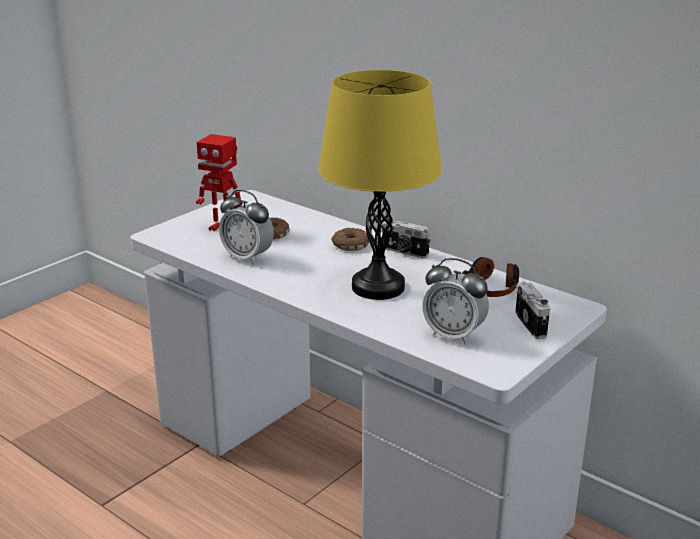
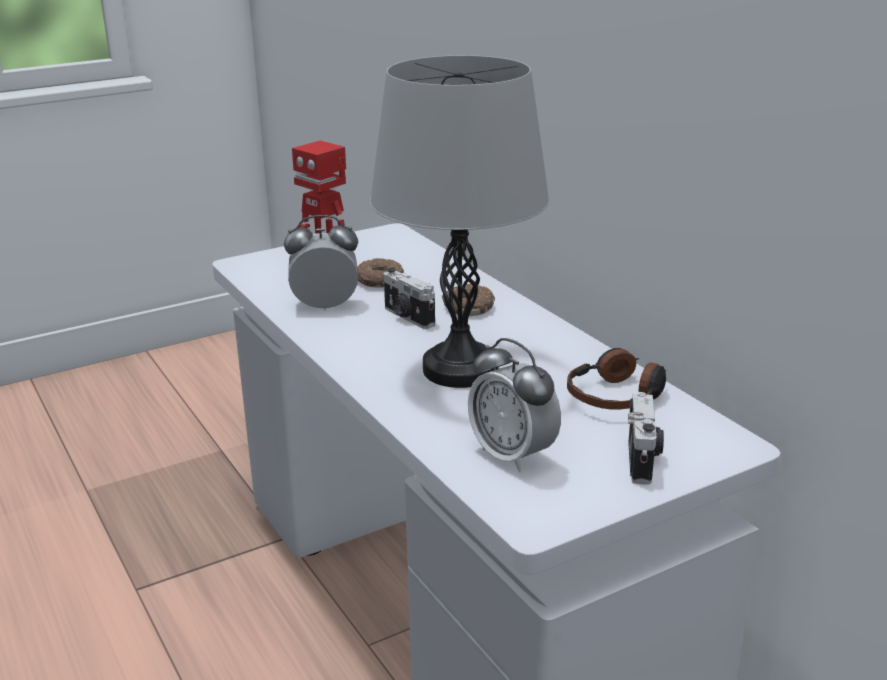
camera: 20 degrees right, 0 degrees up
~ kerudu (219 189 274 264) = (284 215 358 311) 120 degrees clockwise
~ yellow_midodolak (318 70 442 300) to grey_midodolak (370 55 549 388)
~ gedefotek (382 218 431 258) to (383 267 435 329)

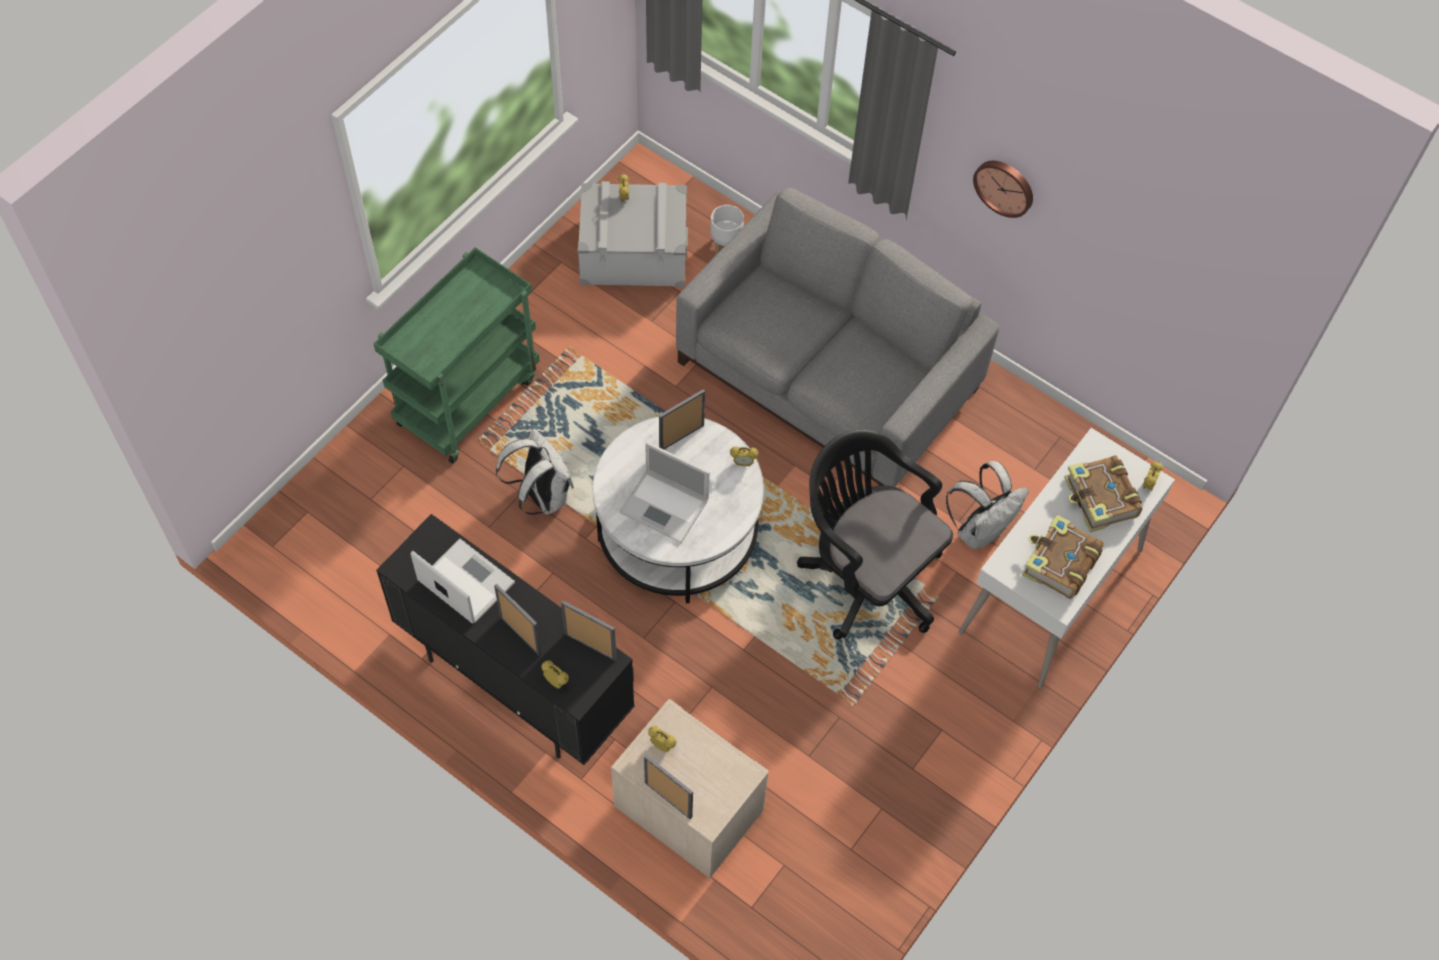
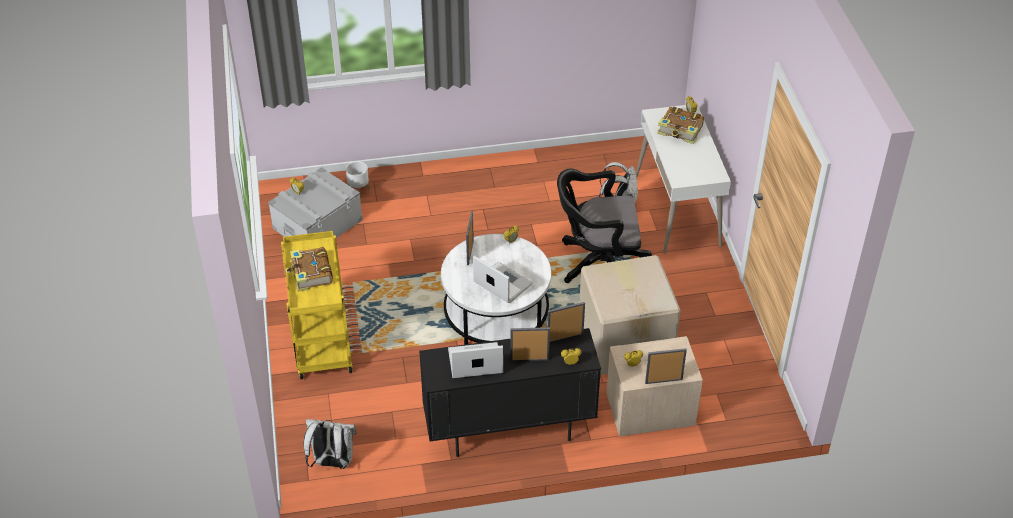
camera: 45 degrees left, 15 degrees down
~ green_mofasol (374 247 540 464) to yellow_mofasol (281 231 353 379)
~ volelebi (1022 515 1104 599) to (286 247 333 292)
~ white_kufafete (496 429 574 515) to (304 419 357 469)
~ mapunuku (619 442 710 543) = (473 256 532 303) 120 degrees counterclockwise
+ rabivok (579 255 681 375)
- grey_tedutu (676 188 999 487)
- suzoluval (973 161 1033 218)

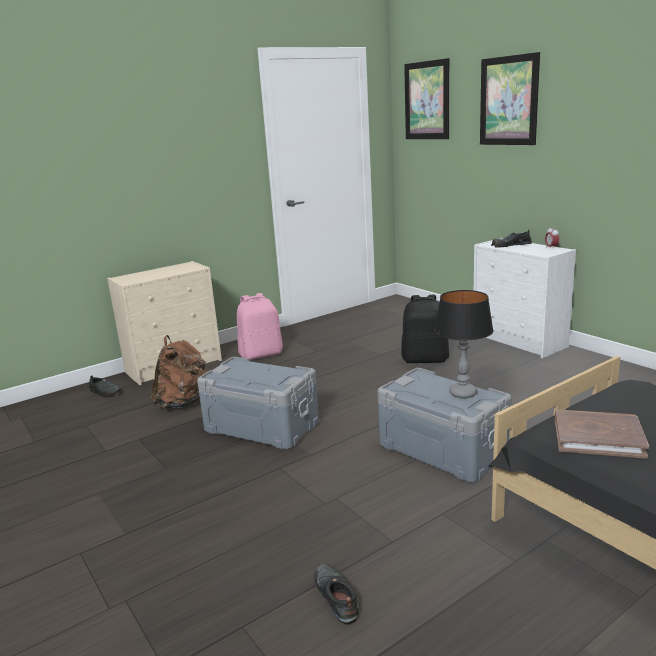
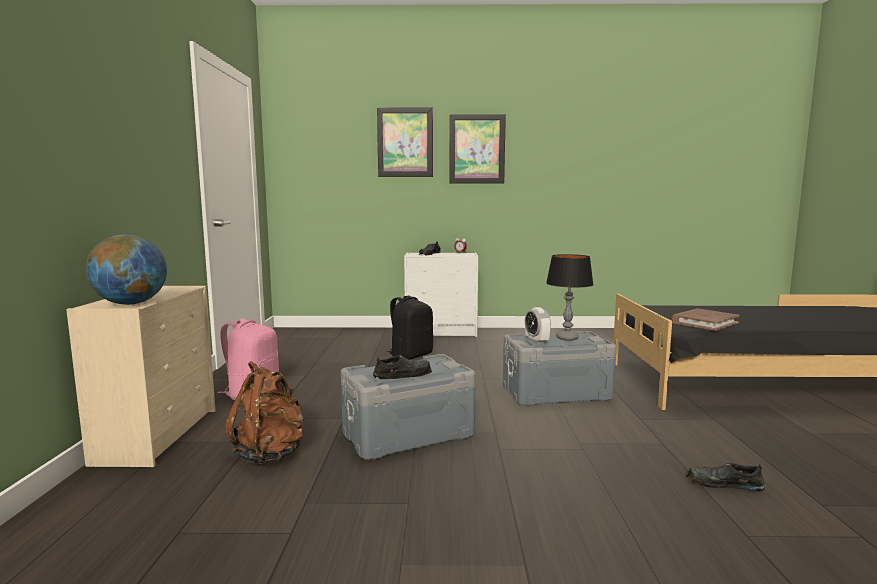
camera: 55 degrees left, 10 degrees down
+ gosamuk (86 234 167 305)
~ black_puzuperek (89 375 123 398) to (373 355 432 379)
~ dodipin (404 58 449 139) to (449 114 506 184)
+ kerudu (525 307 551 344)

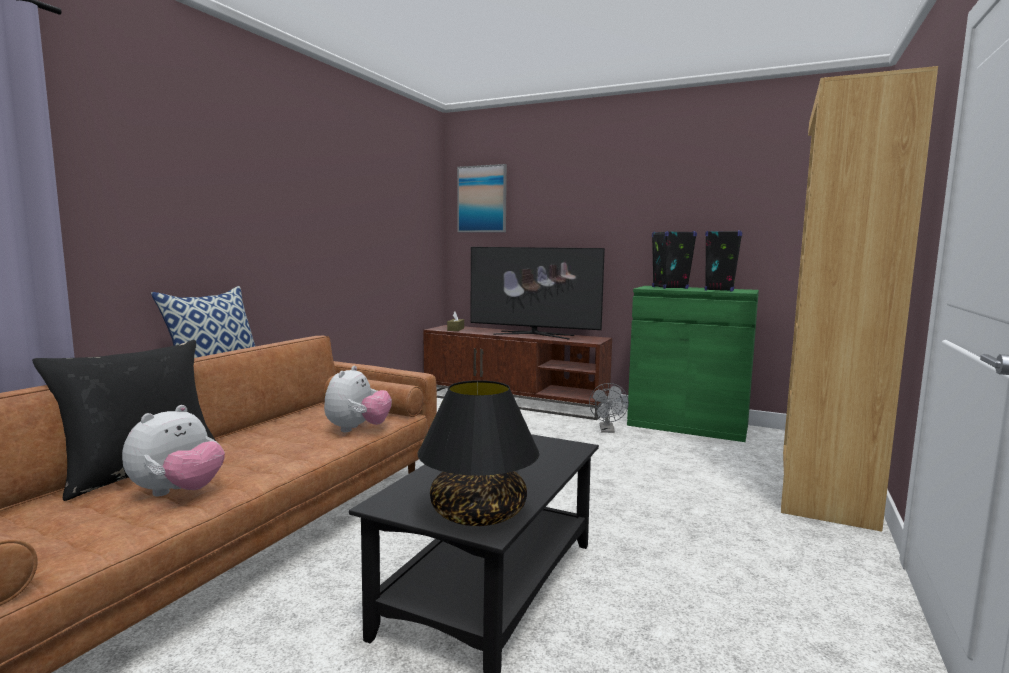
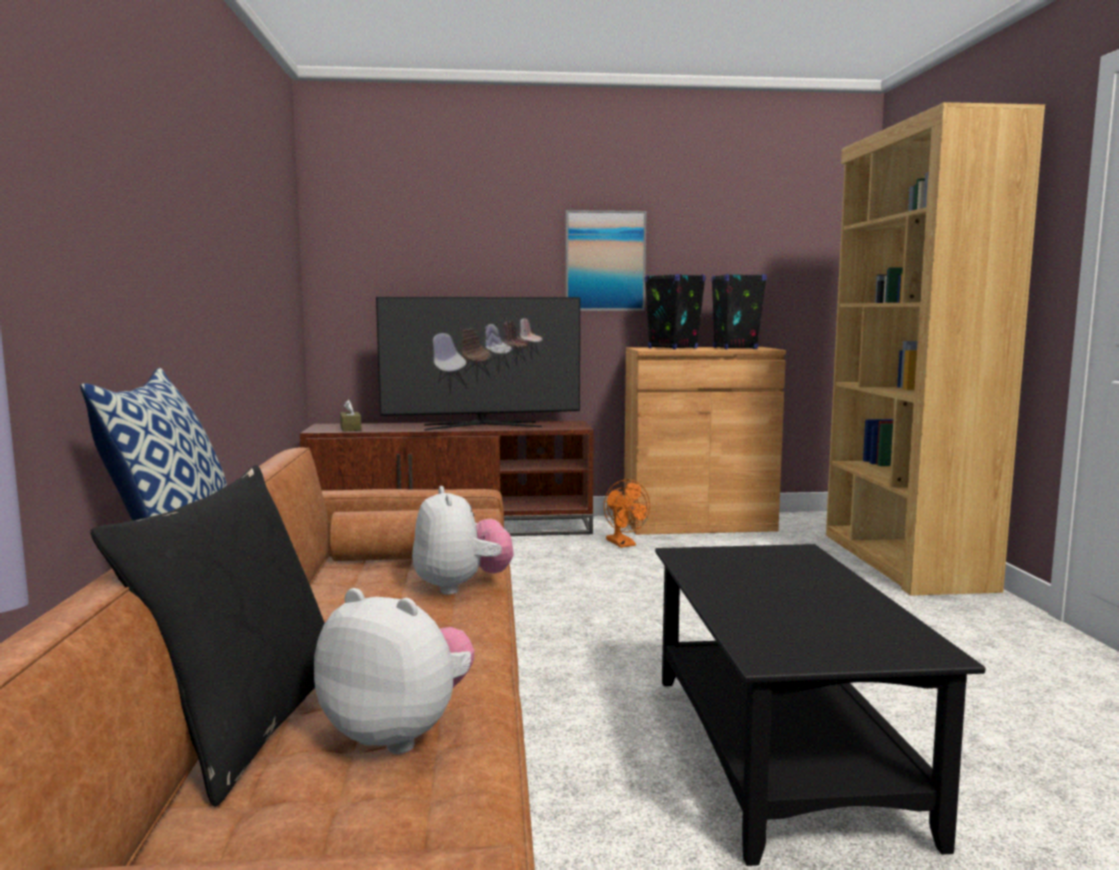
camera: 30 degrees left, 0 degrees up
~ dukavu (122 405 225 497) = (314 588 475 754) 60 degrees counterclockwise
~ dodipin (457 164 507 232) to (565 210 646 311)
~ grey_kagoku (589 383 629 433) to orange_kagoku (604 479 650 548)
~ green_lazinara (627 286 759 442) to brown_lazinara (624 347 786 535)
- black_midodolak (418 380 540 526)

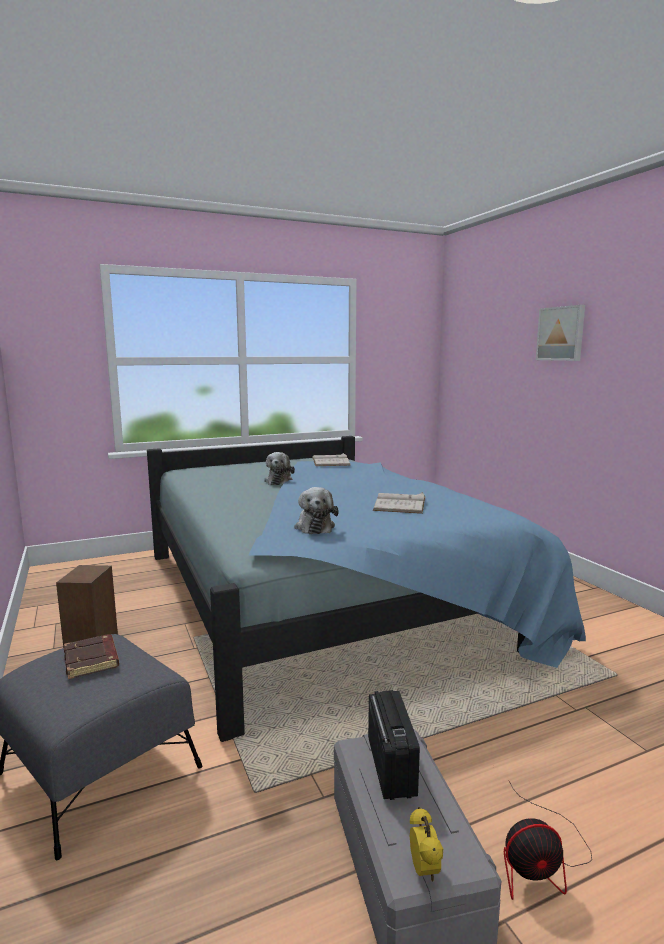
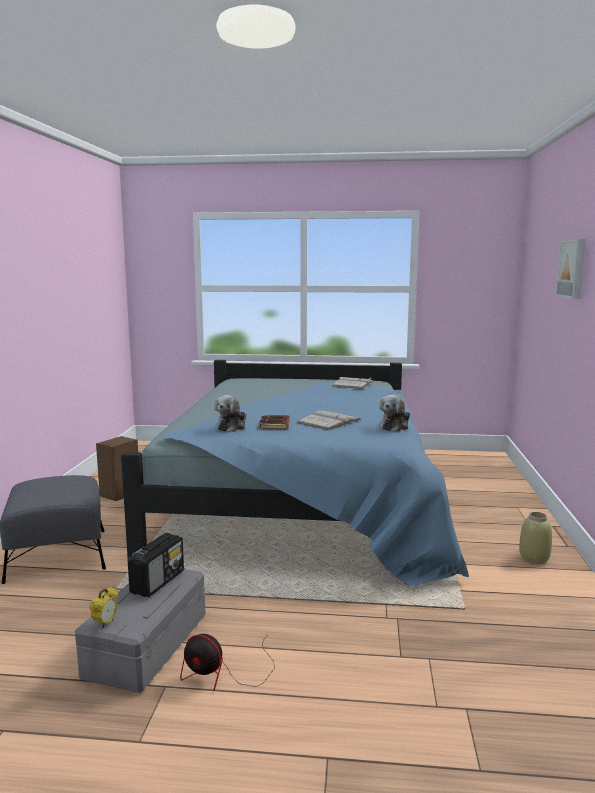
camera: 30 degrees right, 0 degrees up
~ brown_volelebi (64 634 119 679) to (260 415 290 429)
~ dukavu (264 452 295 485) to (379 395 410 432)
+ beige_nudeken (519 512 552 564)

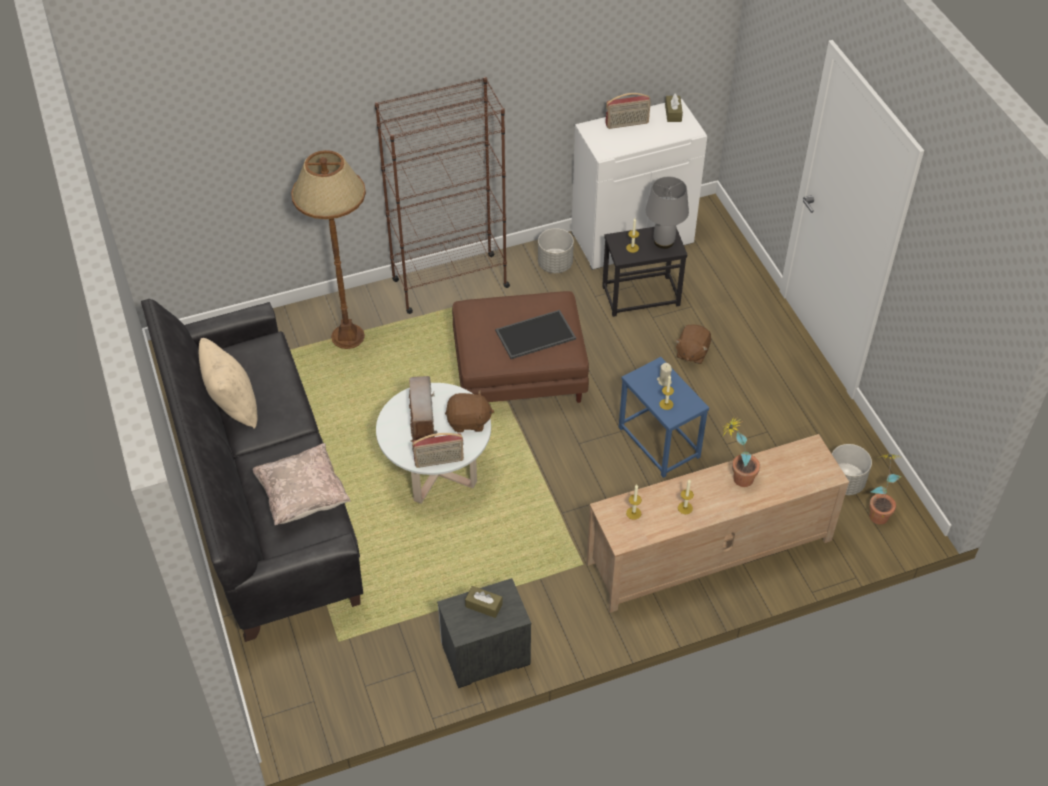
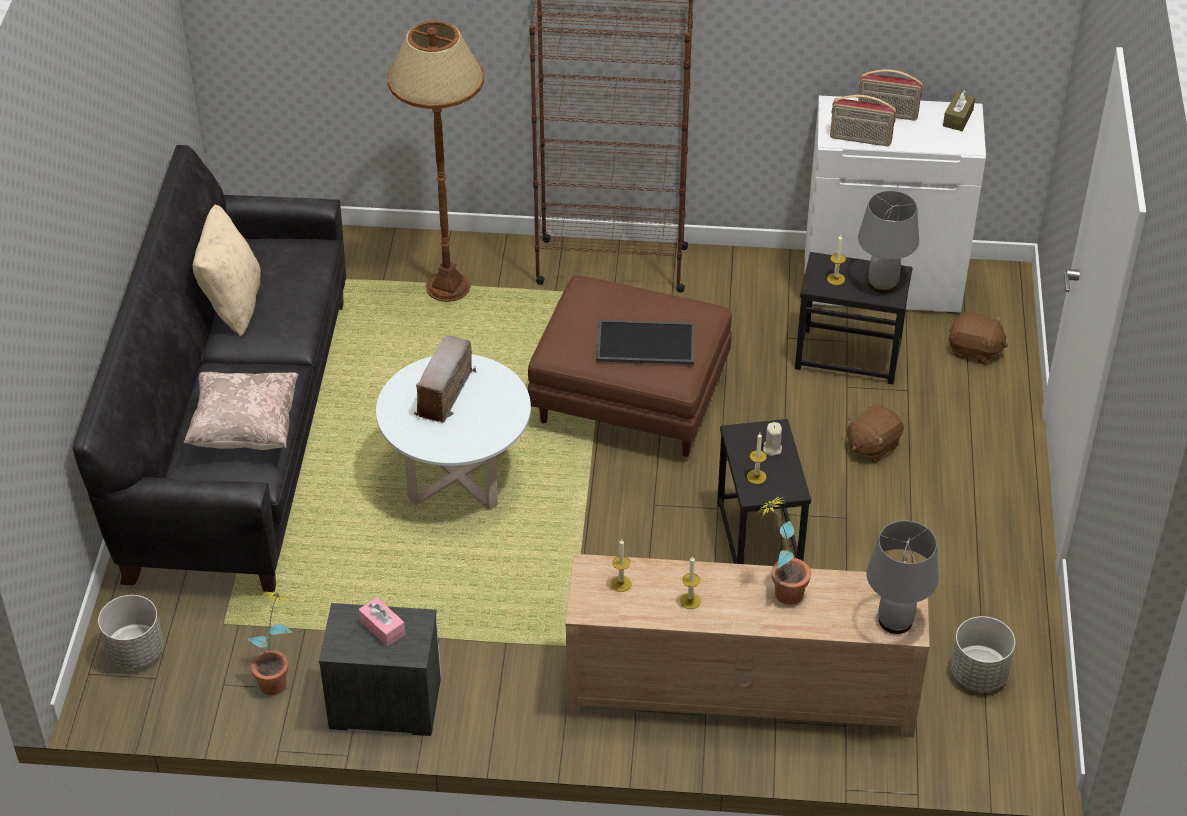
camera: 25 degrees right, 5 degrees down
~ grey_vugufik (538 228 574 273) to (98 595 164 669)
~ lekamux (869 454 902 525) to (248 591 293 695)
~ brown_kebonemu (465 586 503 618) to pink_kebonemu (359 597 405 647)
~ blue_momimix (619 357 709 478) to black_momimix (717 419 811 564)
~ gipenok (412 433 464 468) to (830 95 896 147)
+ grey_midodolak (866 520 939 634)
~ brown_dukavu (445 390 494 433) to (949 311 1008 365)

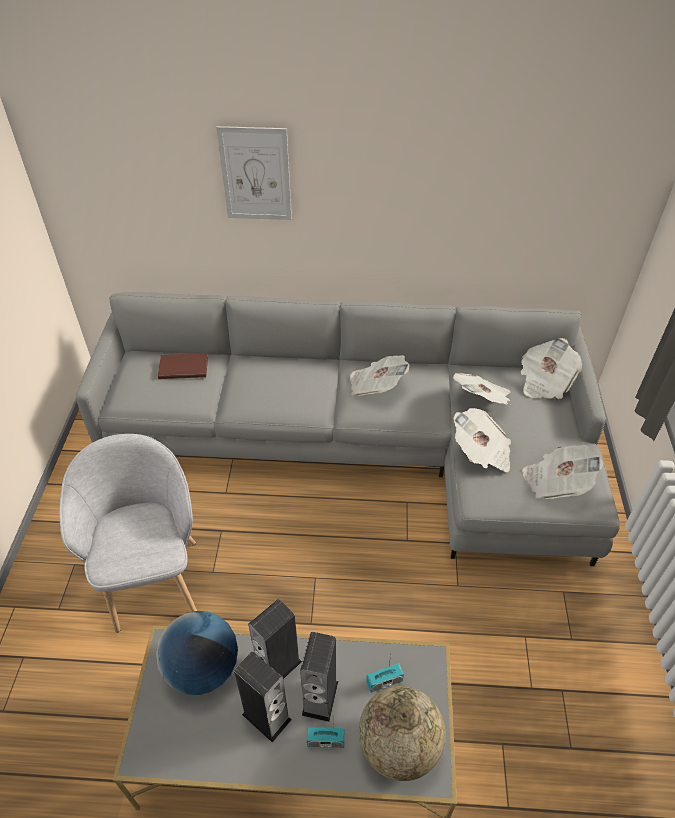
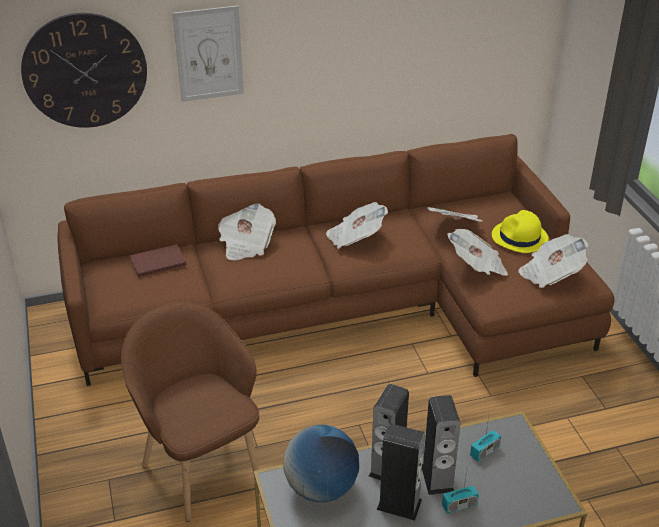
camera: 20 degrees left, 10 degrees down
+ suzoluval (21 13 147 128)
~ grey_tedutu (76 292 620 566) to brown_tedutu (57 134 615 386)
~ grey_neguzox (59 434 197 633) to brown_neguzox (121 302 259 522)
~ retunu (520 338 582 399) to (218 203 276 260)
+ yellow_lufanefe (492 210 549 253)
- gosamuk (359 686 446 781)

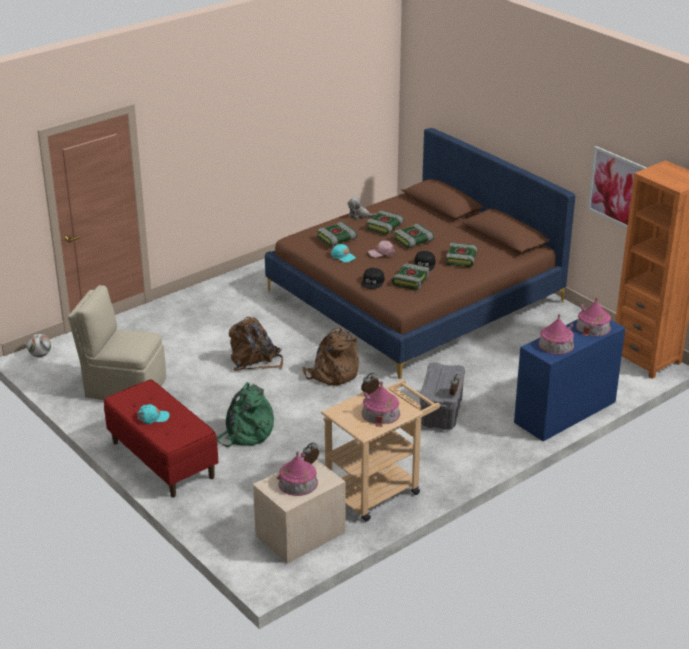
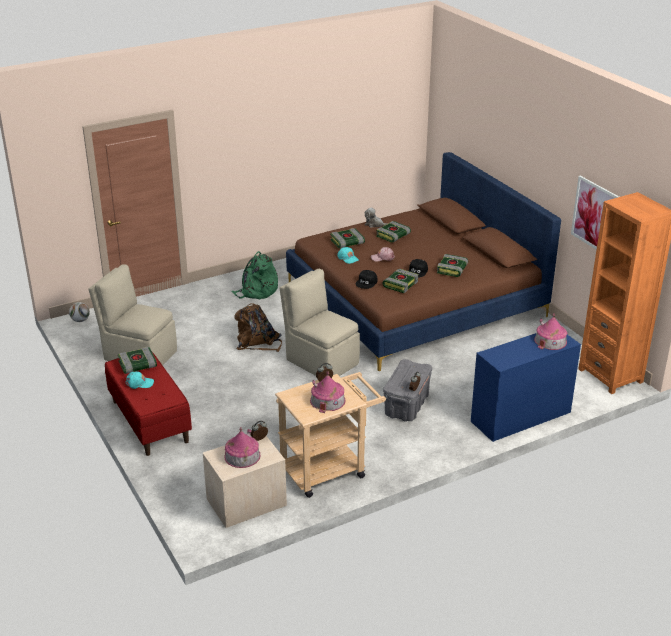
camera: 10 degrees right, 0 degrees up
~ volelebi (394 224 434 248) to (118 347 157 374)
~ green_kufafete (217 382 274 447) to (231 251 278 299)
~ brown_kufafete (302 326 359 386) to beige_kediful (280 269 360 376)
- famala (538 314 574 354)

